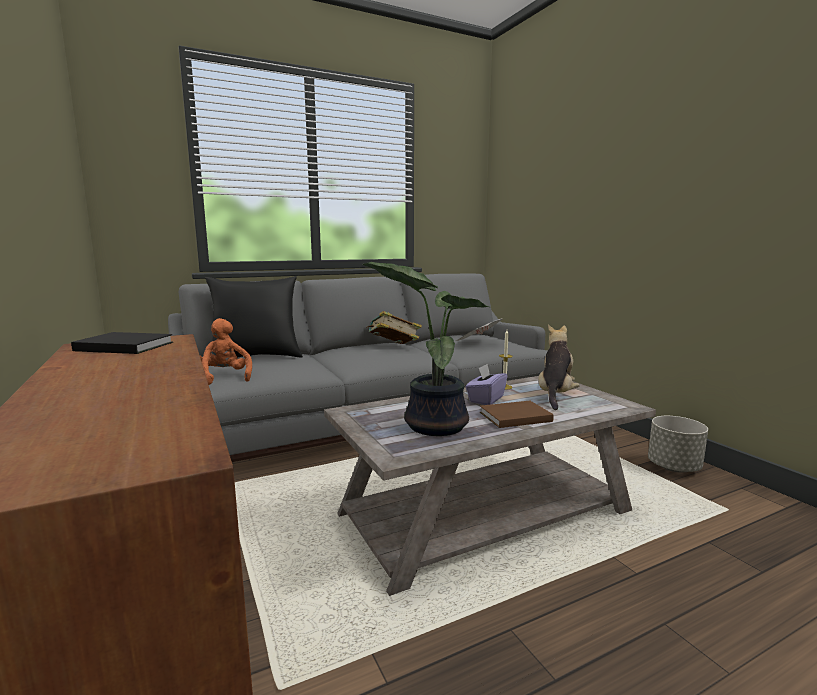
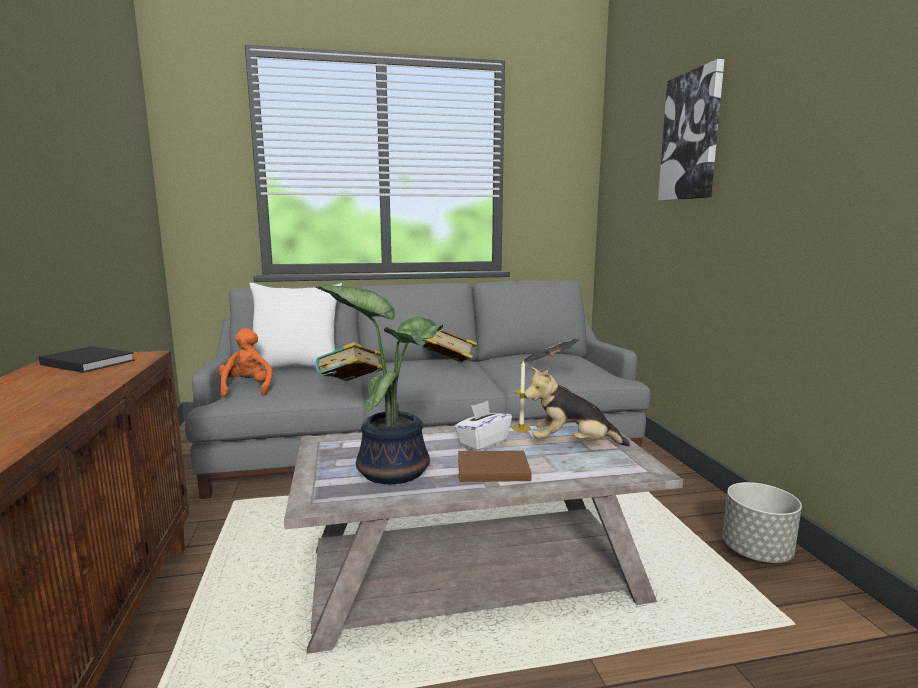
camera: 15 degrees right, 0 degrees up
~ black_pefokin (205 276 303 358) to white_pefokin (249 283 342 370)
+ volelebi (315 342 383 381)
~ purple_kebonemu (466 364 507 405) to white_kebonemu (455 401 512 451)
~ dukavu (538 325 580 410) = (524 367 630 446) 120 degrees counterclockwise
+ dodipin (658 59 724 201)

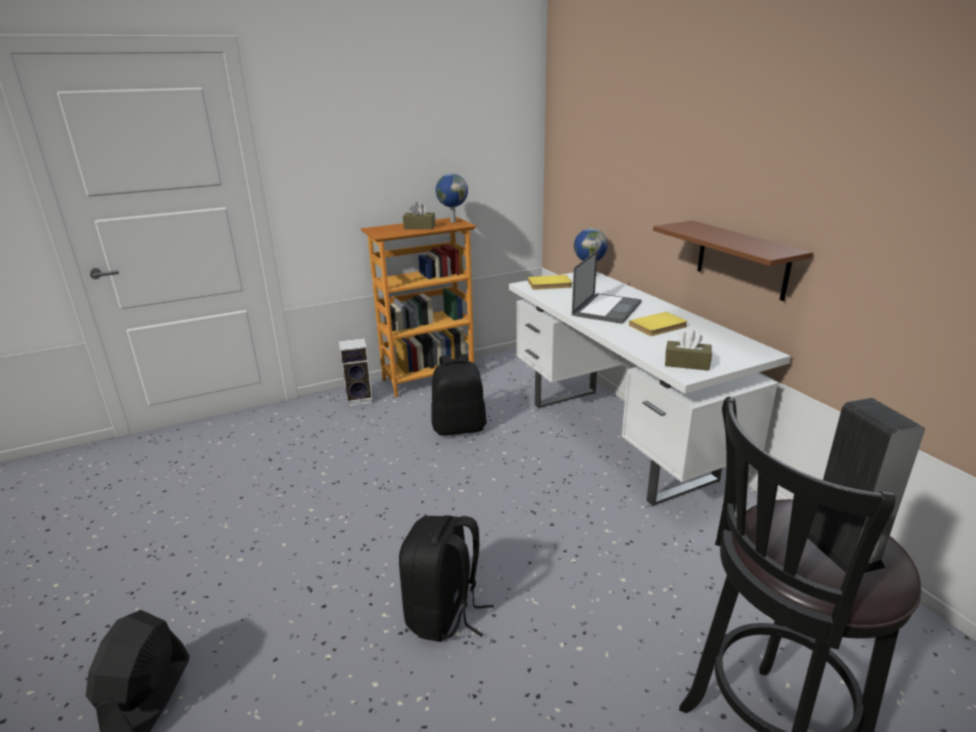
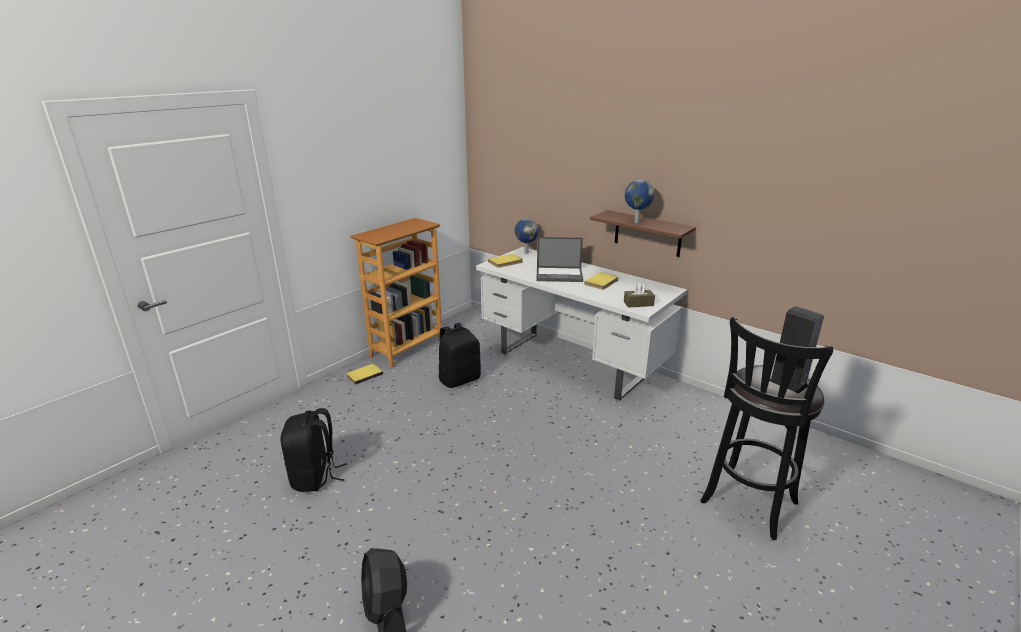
camera: 25 degrees left, 0 degrees up
~ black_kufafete (399 515 493 642) to (281 408 347 492)
~ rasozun (339 338 373 407) to yellow_volelebi (346 364 383 385)
~ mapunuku (572 251 641 324) = (536 237 583 282) 90 degrees clockwise
~ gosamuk (436 173 468 223) to (624 180 655 223)
- brown_kebonemu (403 202 435 229)

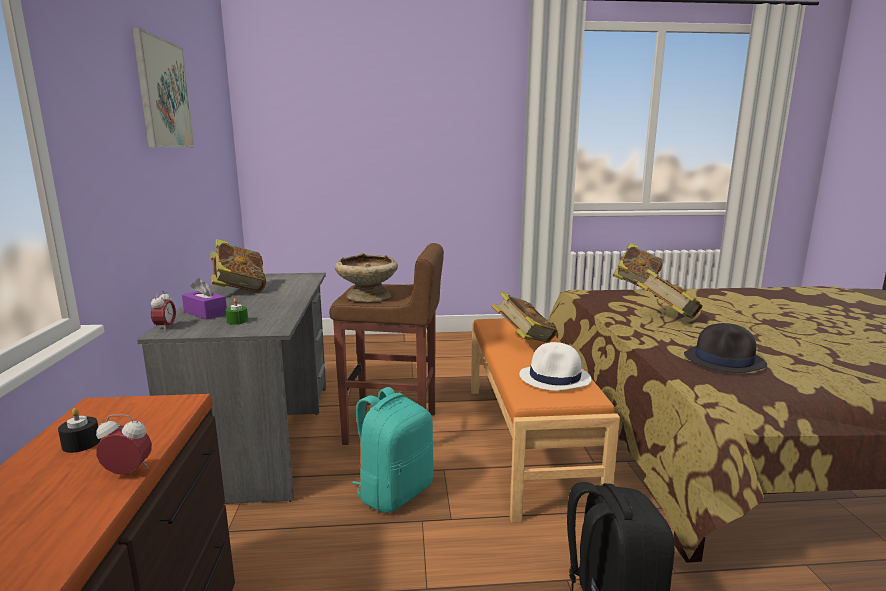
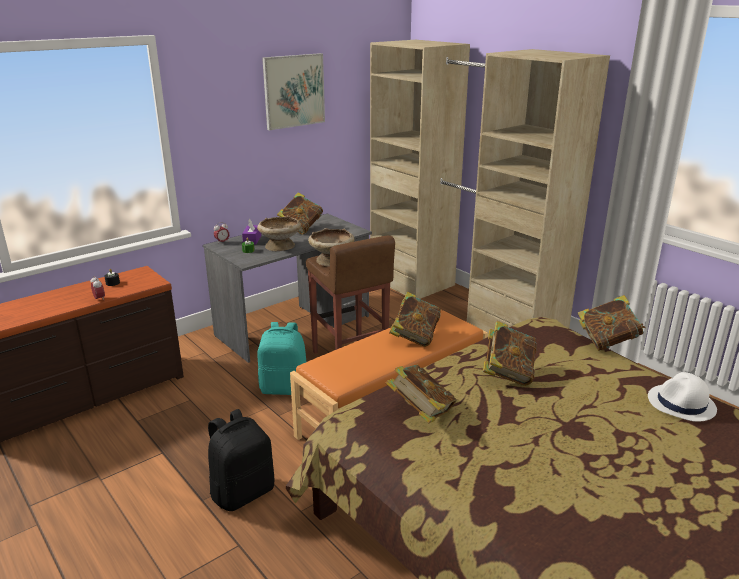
camera: 55 degrees right, 10 degrees up
+ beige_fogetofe (257 215 301 251)
+ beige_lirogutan (370 40 610 335)
~ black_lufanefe (684 323 767 373) to volelebi (386 365 457 423)
~ white_lufanefe (519 342 591 391) to (648 372 717 422)

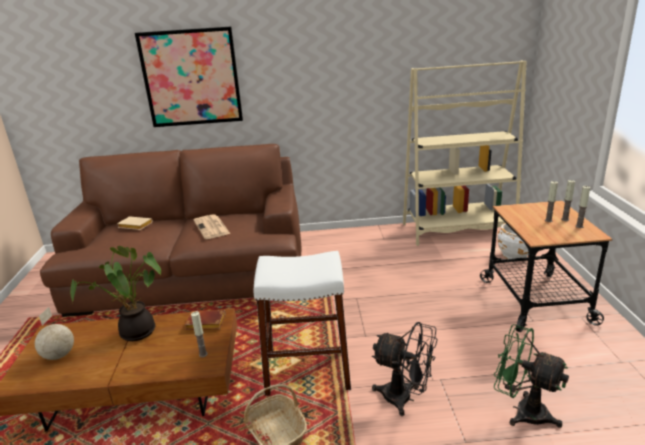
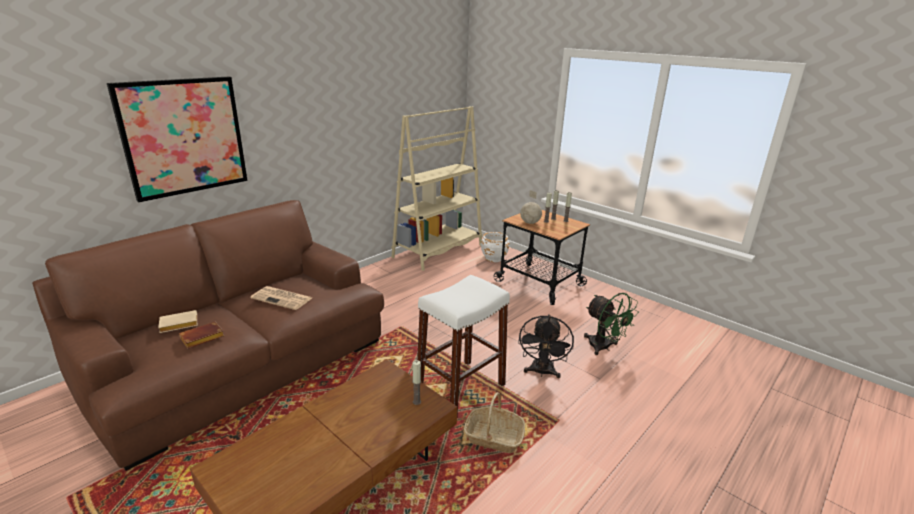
camera: 45 degrees left, 0 degrees up
~ brown_volelebi (185 310 226 330) to (179 322 224 349)
~ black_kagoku (372 322 437 416) = (518 314 574 378) 120 degrees clockwise
~ gosamuk (35 307 74 360) to (520 190 542 224)
~ green_kagoku (494 324 569 428) = (584 293 639 355) 120 degrees counterclockwise
- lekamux (71 246 161 341)

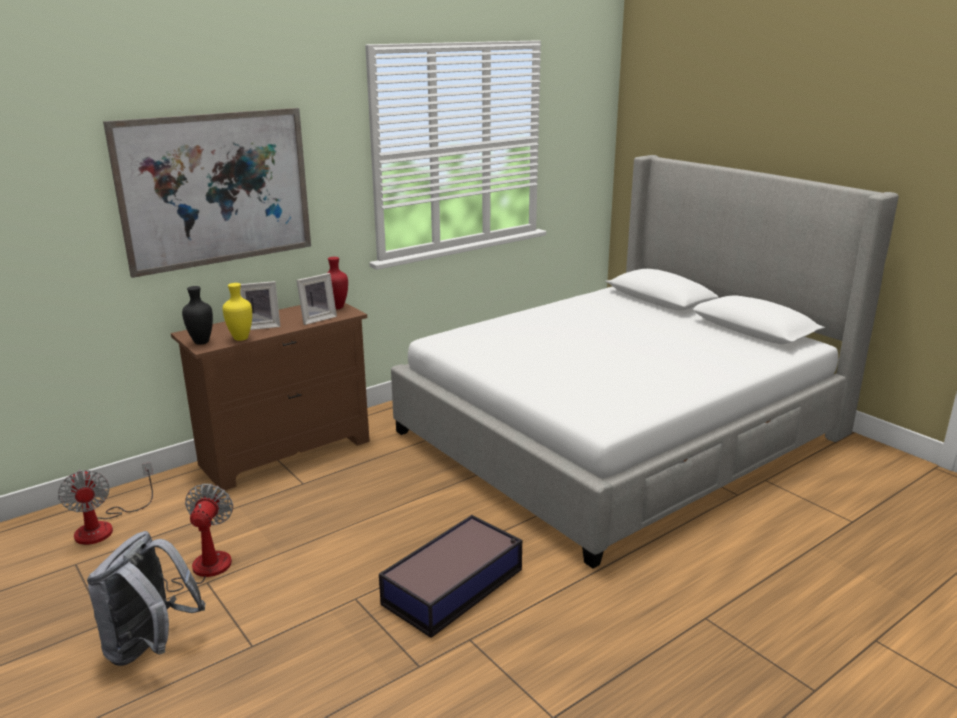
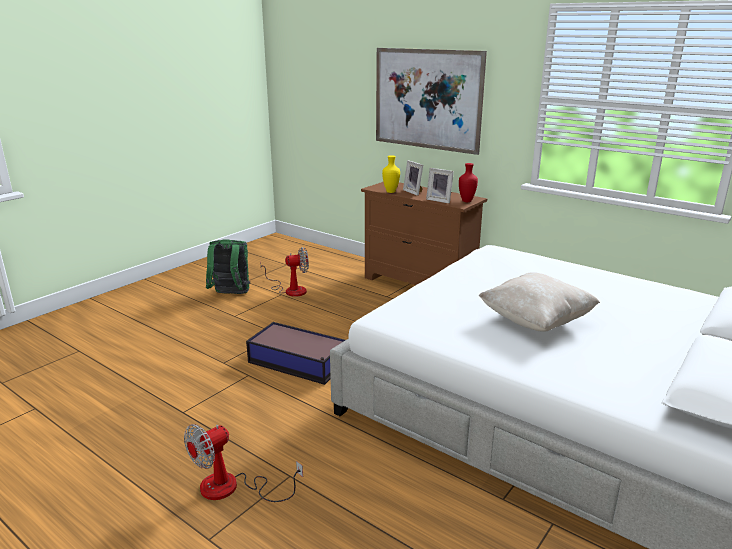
camera: 75 degrees right, 0 degrees up
~ kagoku (58 462 153 545) to (184 424 303 502)
~ grey_kufafete (87 531 205 666) to green_kufafete (206 239 250 294)
+ beige_pefokin (479 272 600 332)
- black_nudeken (182 286 213 345)

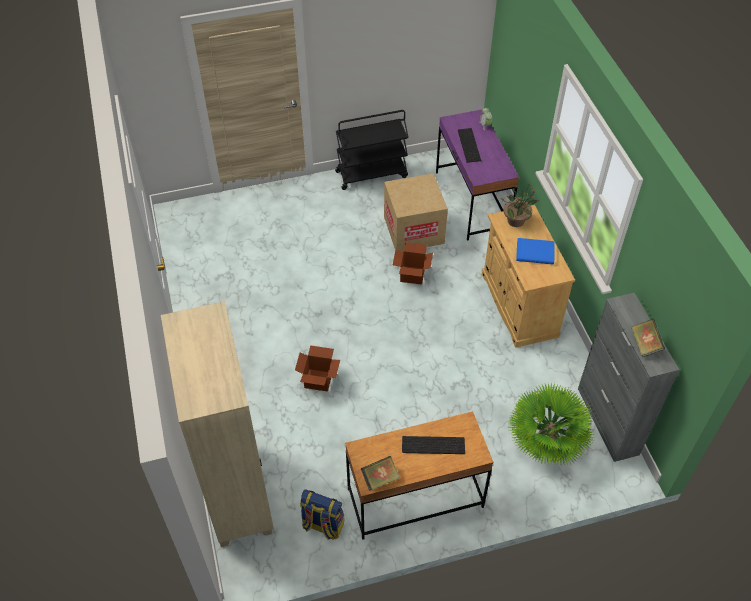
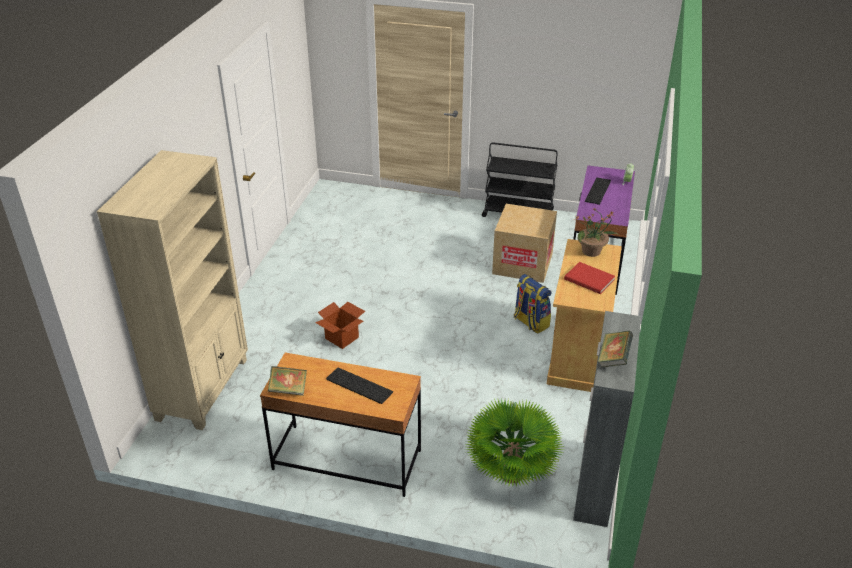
camera: 30 degrees right, 15 degrees down
~ kufafete (300 489 344 540) to (514 274 552 334)
~ blue_volelebi (516 238 555 265) to red_volelebi (564 262 615 294)
- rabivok (393 242 433 285)

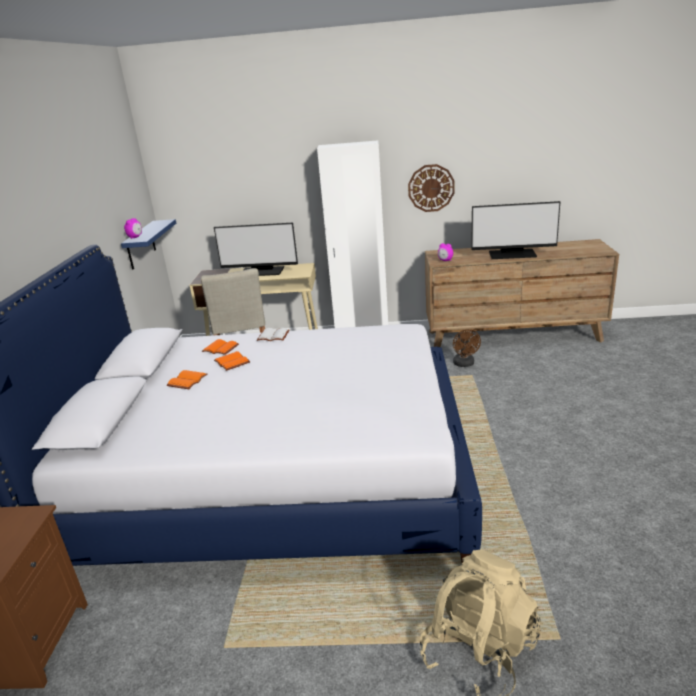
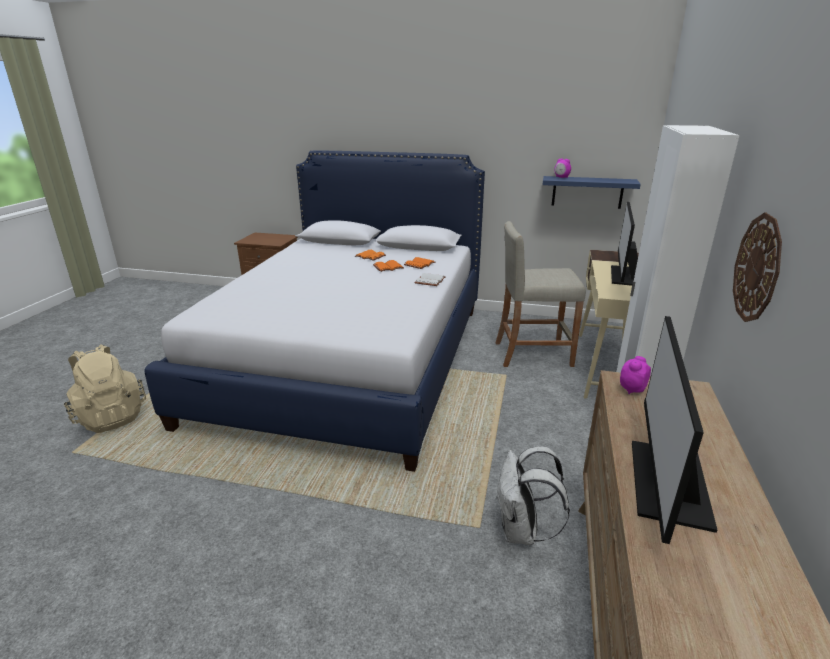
camera: 100 degrees right, 0 degrees up
~ brown_kagoku (453 329 481 367) to white_kufafete (496 446 570 545)

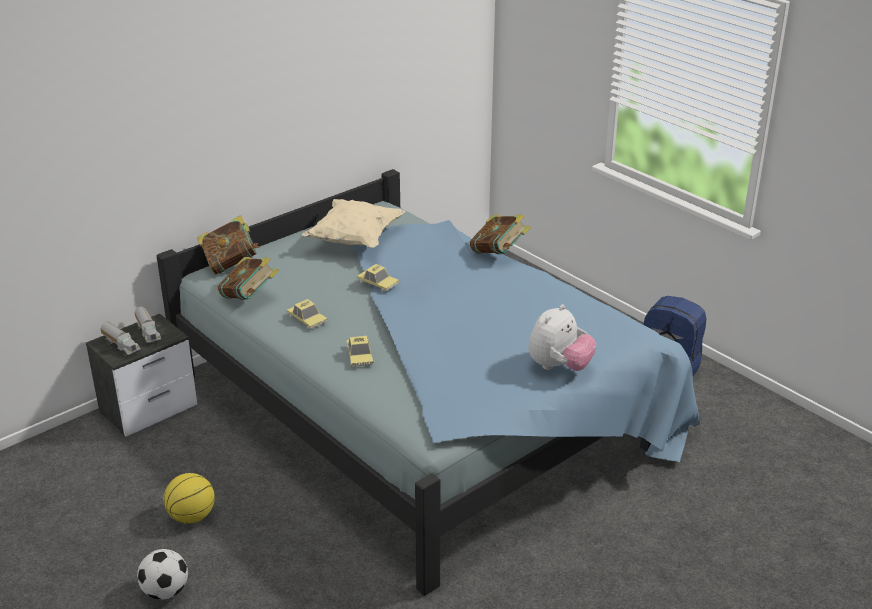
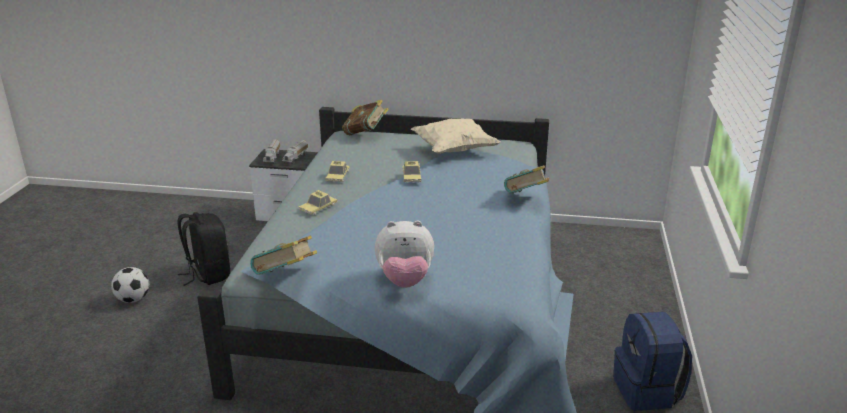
camera: 50 degrees right, 5 degrees down
~ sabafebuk (163 473 215 524) to black_kufafete (178 212 230 286)
~ volelebi (217 257 279 300) to (250 235 317 275)

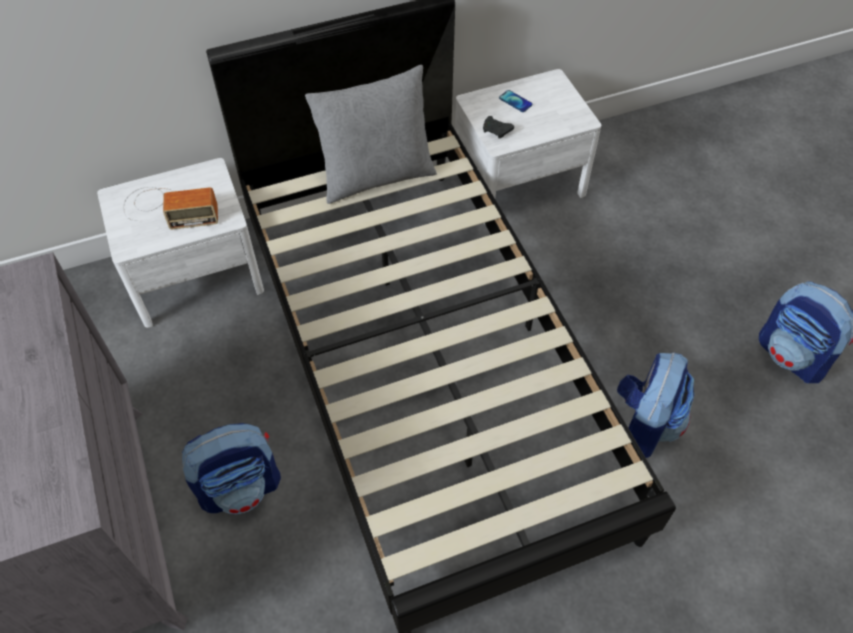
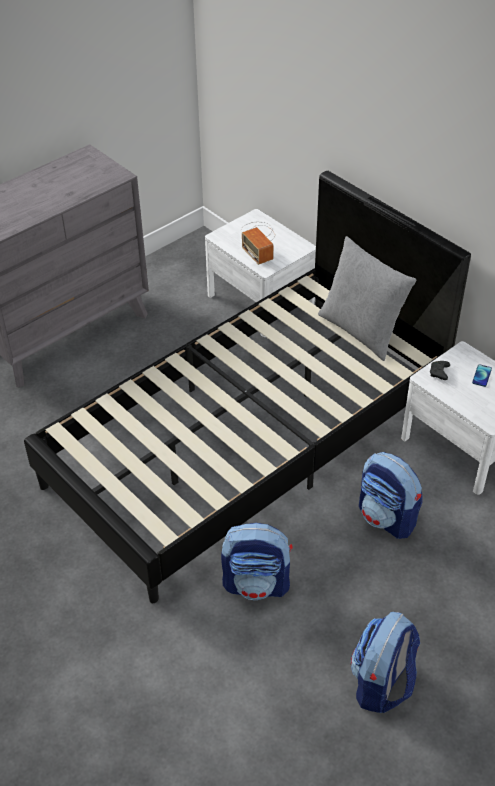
camera: 70 degrees right, 10 degrees down
~ kufafete (182 423 281 514) to (359 452 423 539)

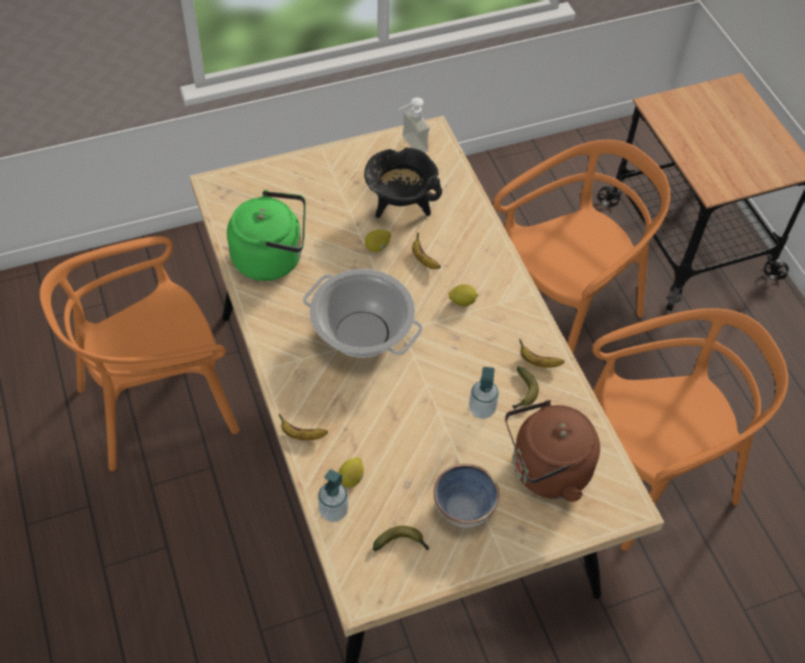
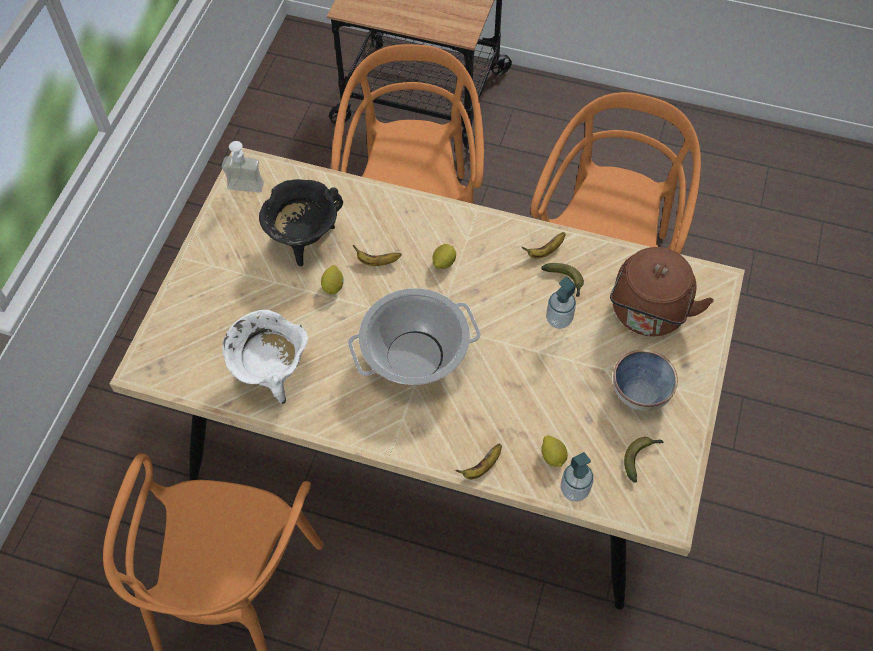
camera: 50 degrees left, 5 degrees up
~ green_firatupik (227 190 306 281) to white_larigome (222 310 308 404)

